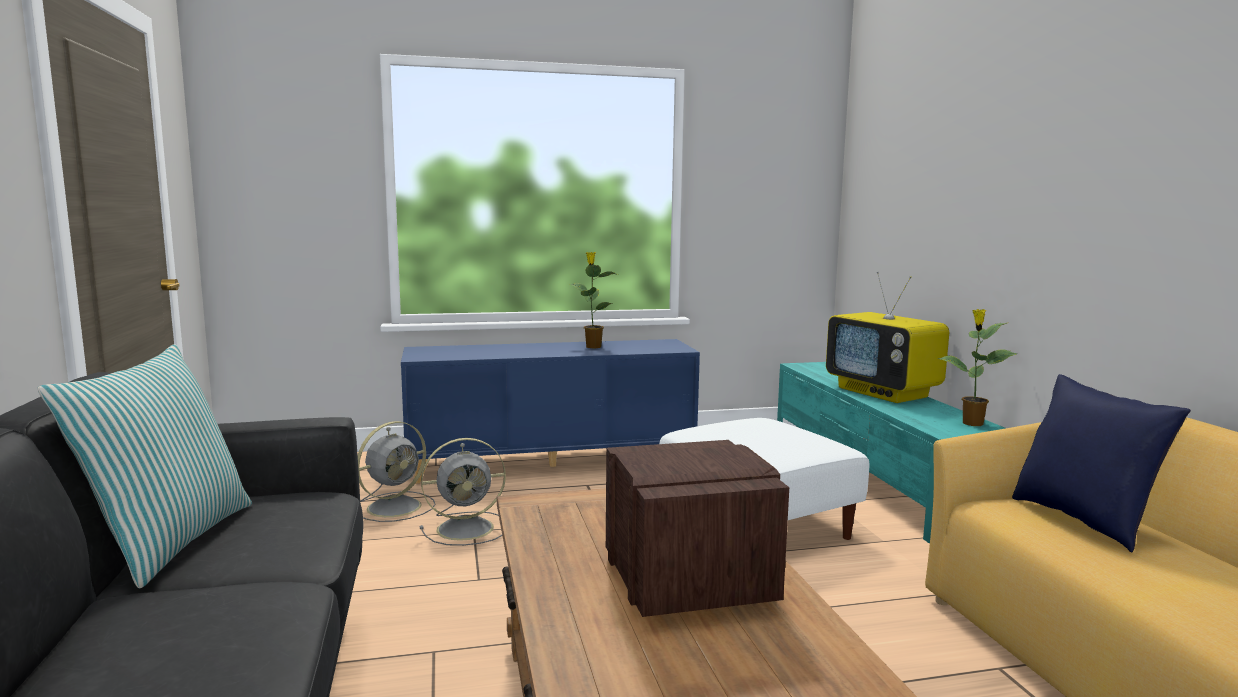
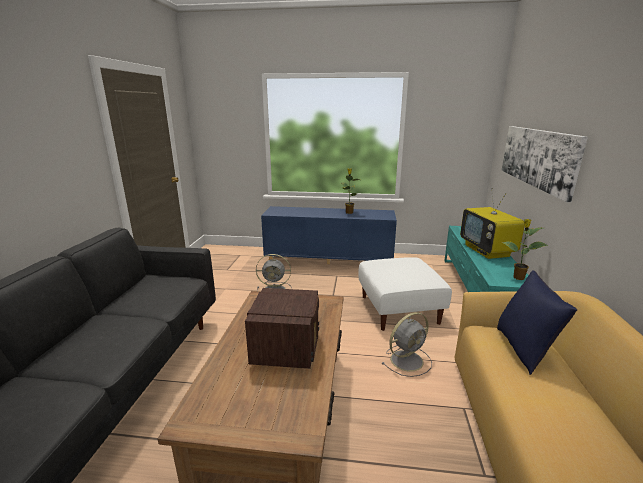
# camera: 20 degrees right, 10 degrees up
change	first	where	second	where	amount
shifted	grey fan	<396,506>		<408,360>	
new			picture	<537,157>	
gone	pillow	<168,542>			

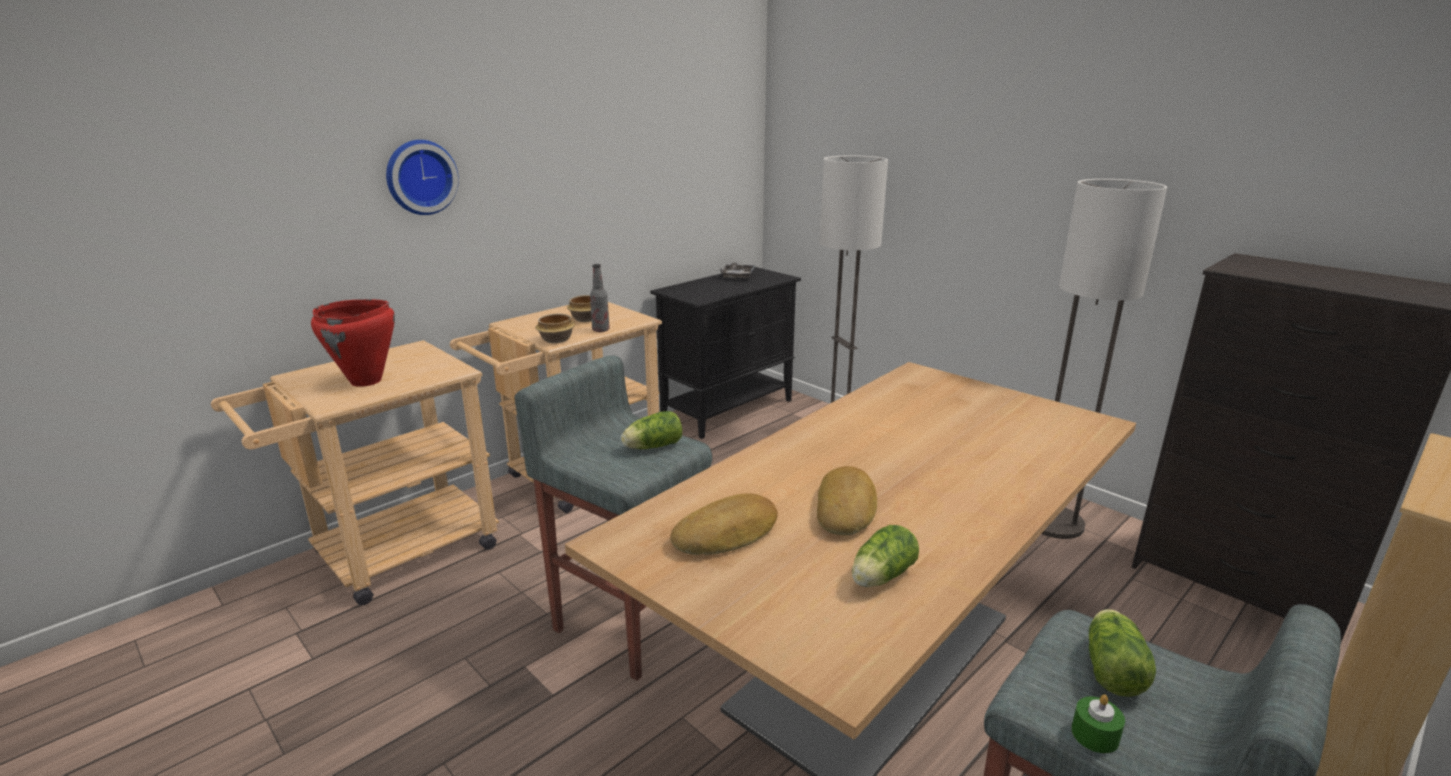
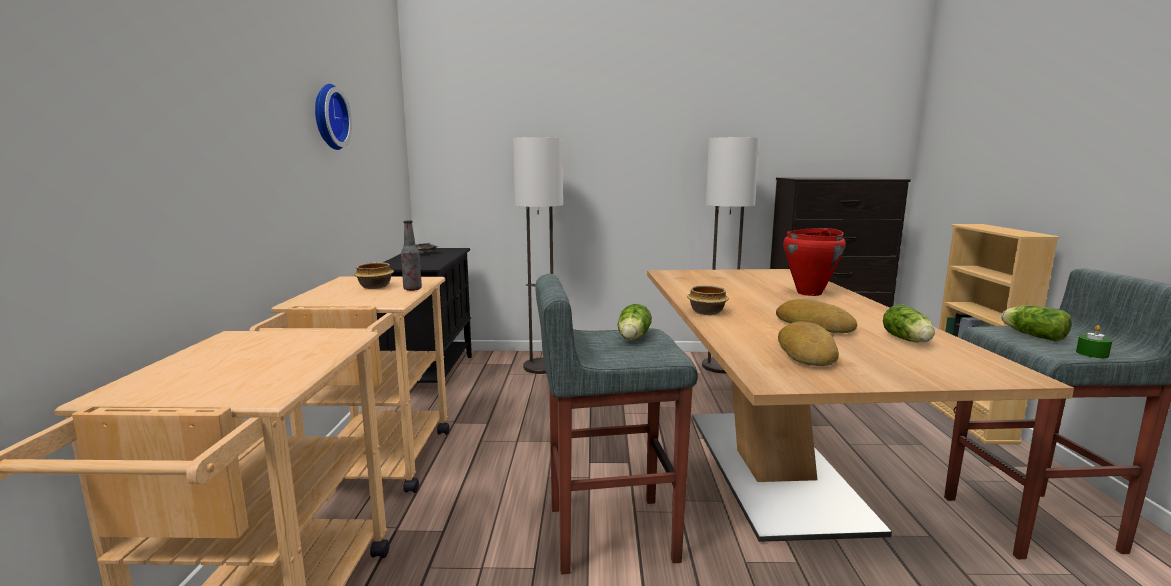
# camera: 45 degrees left, 10 degrees down
change	first	where	second	where	amount
shifted	wall clock	<420,177>		<327,117>	
shifted	bowl	<557,340>		<707,312>	
shifted	red cooking pot	<366,381>		<810,293>	

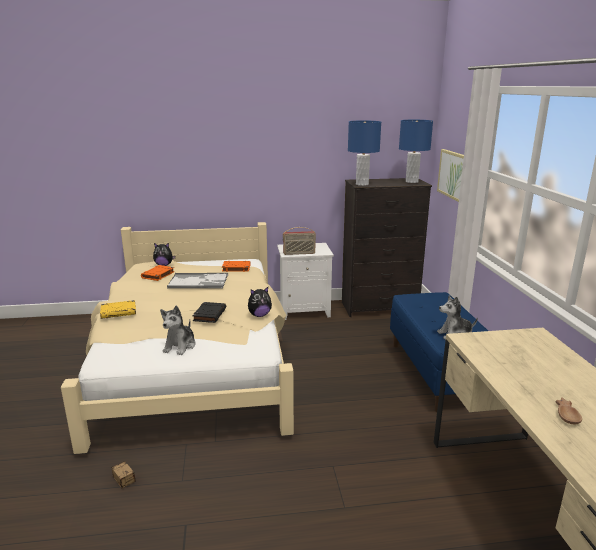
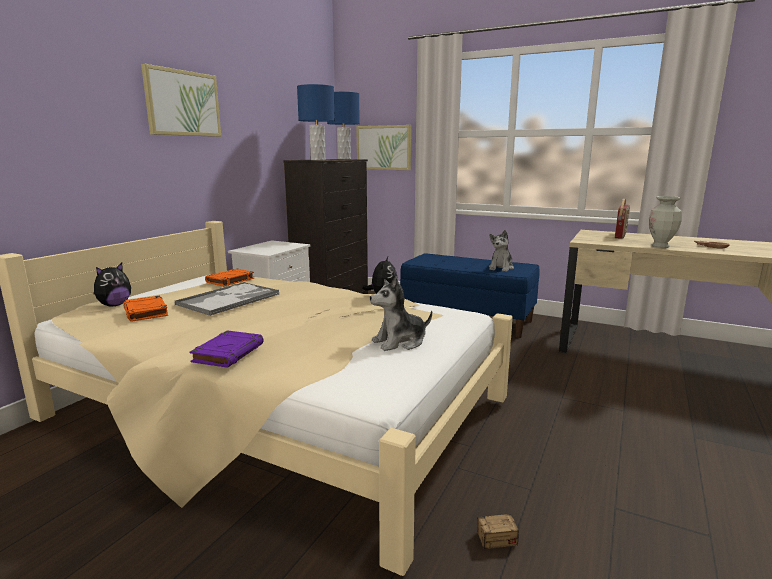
# camera: 55 degrees left, 5 degrees down
change	first	where	second	where	amount
new			picture	<183,103>	
repainted	yellow book	<119,312>	purple book	<228,353>	
rotated	plush toy	<180,346>		<400,342>	105 degrees clockwise
shifted	radio	<299,253>		<620,235>	
new			vase	<660,246>	
gone	black book	<209,314>			

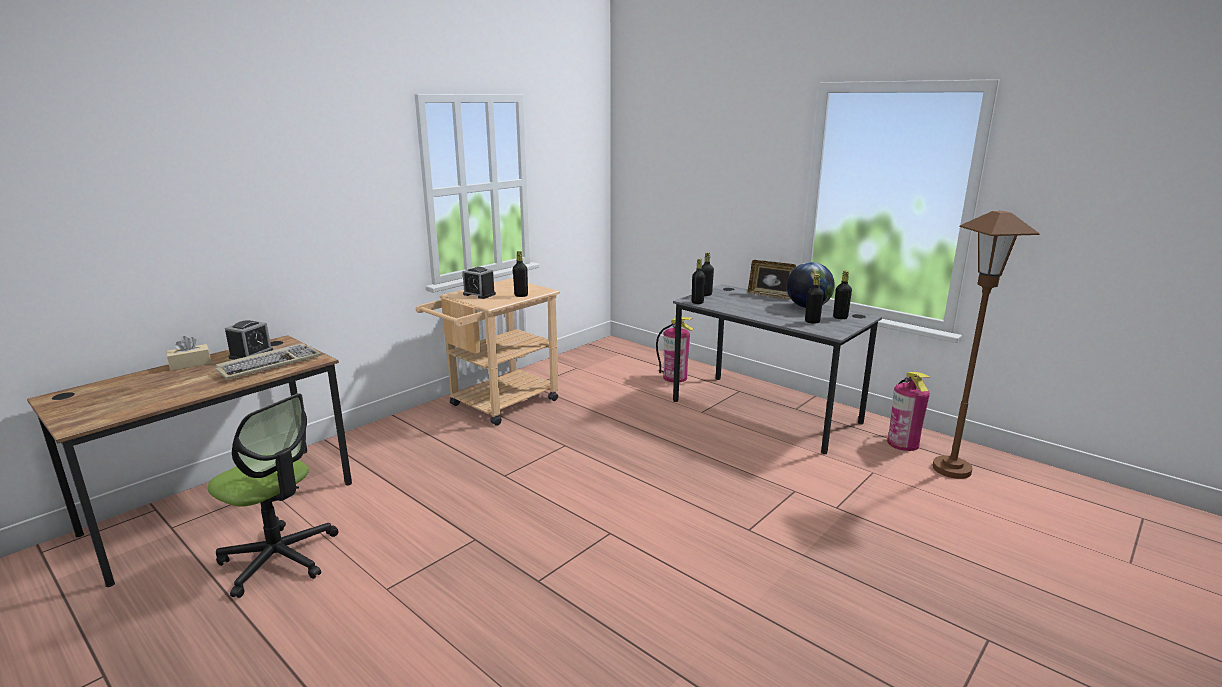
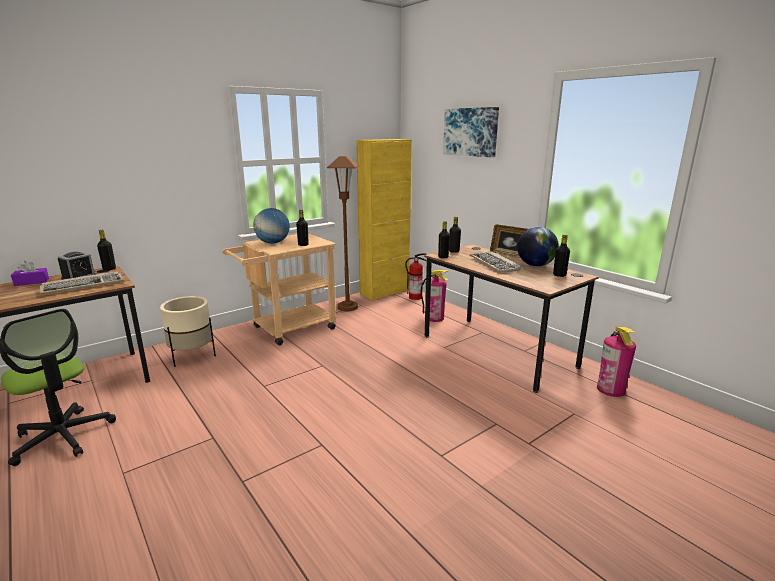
# camera: 10 degrees right, 0 degrees up
change	first	where	second	where	amount
repainted	beige tissue box	<190,364>	purple tissue box	<32,282>	
shifted	black bottle	<812,322>		<109,269>	
new			beige planter	<192,356>	
swapped	alarm clock	<479,294>	globe	<273,243>	
shifted	brown floor lamp	<951,469>		<347,307>	
new			yellow cabinet	<384,292>	
new			fire extinguisher	<415,297>	
repainted	grey desk	<765,411>	brown desk	<497,351>	
new			picture	<470,132>	
new			keyboard	<494,264>	

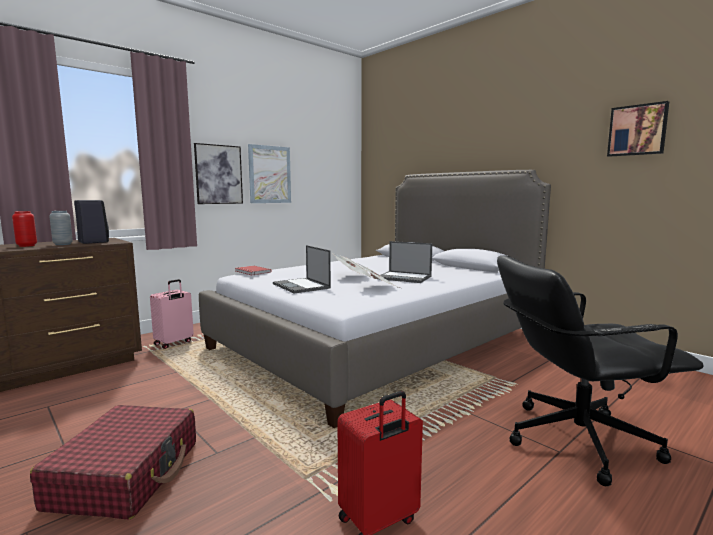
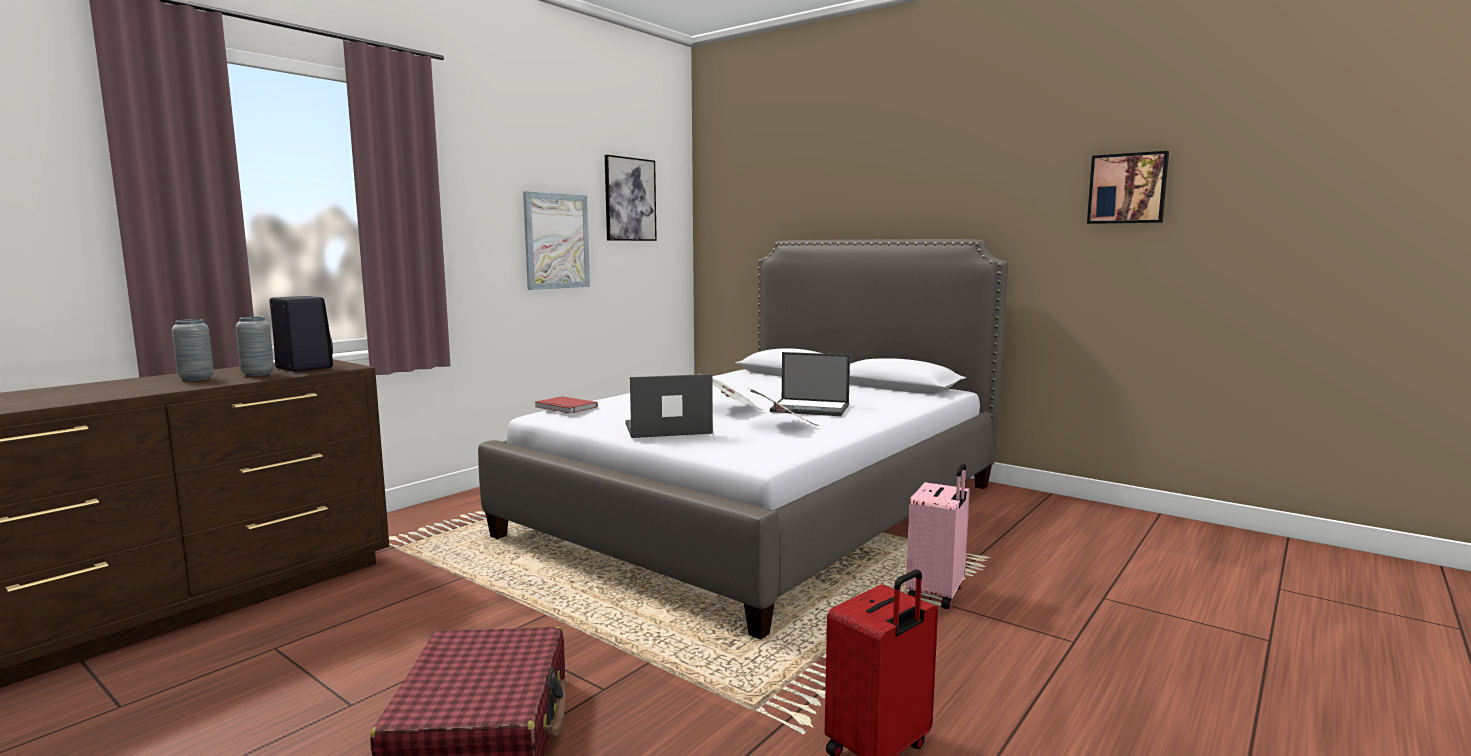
# camera: 10 degrees left, 0 degrees up
change	first	where	second	where	amount
repainted	red vase	<27,245>	grey vase	<196,379>	
shifted	picture	<218,174>		<630,199>	
rotated	laptop	<301,286>		<666,429>	120 degrees clockwise
shifted	pink suitcase	<174,343>		<937,594>	
gone	black office chair	<576,439>			

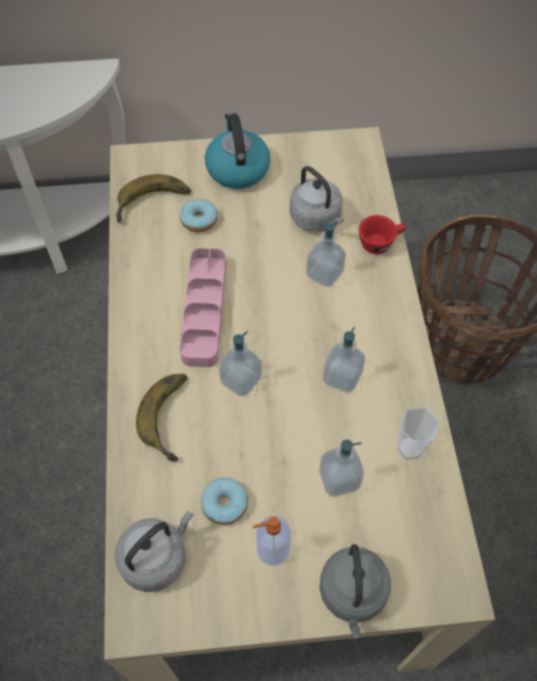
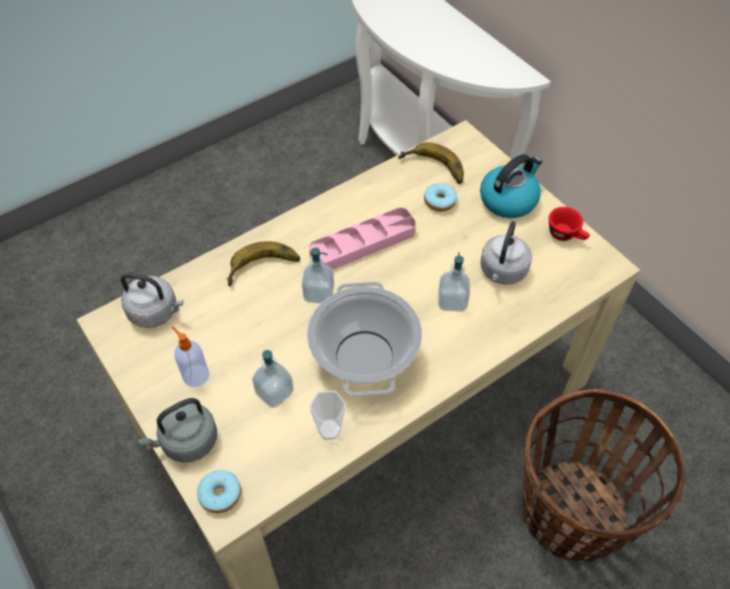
# camera: 60 degrees right, 5 degrees down
change	first	where	second	where	amount
shifted	donut	<224,504>		<220,494>	
swapped	soap dispenser	<342,377>	cooking pot	<364,355>	
shifted	red cup	<380,242>		<566,235>	

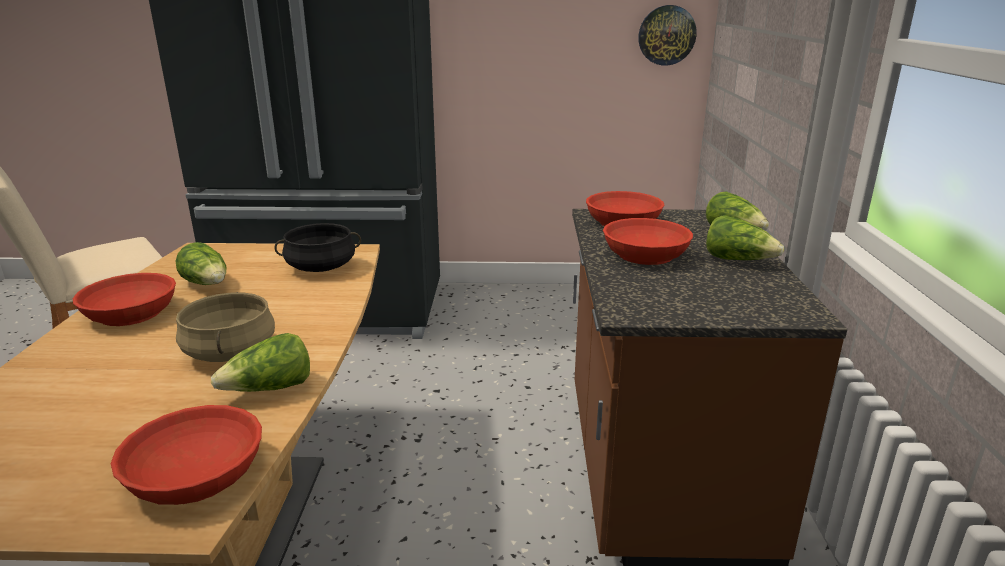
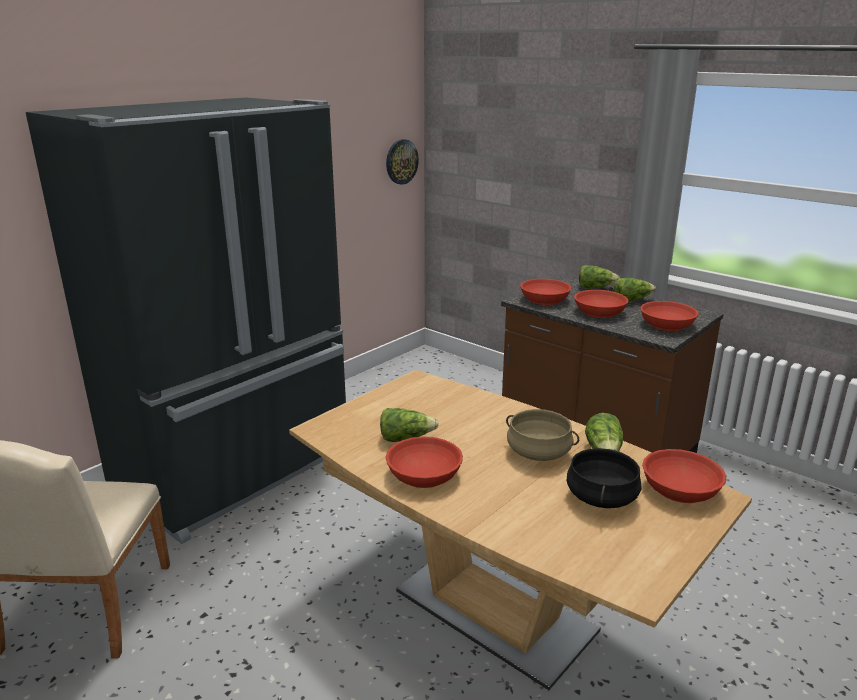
# camera: 50 degrees left, 0 degrees up
change	first	where	second	where	amount
shifted	black cooking pot	<321,267>		<602,497>	
new			red bowl	<666,324>	

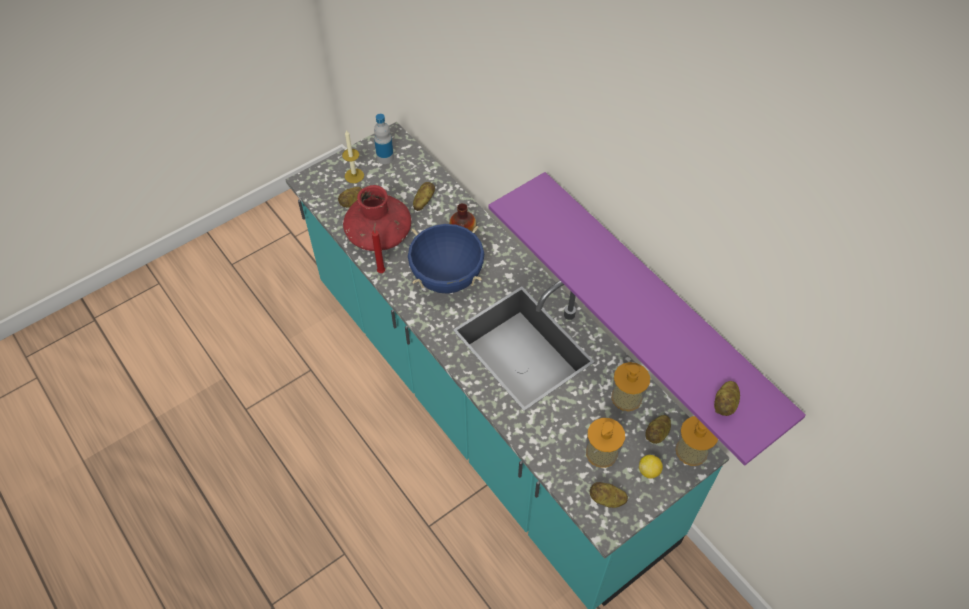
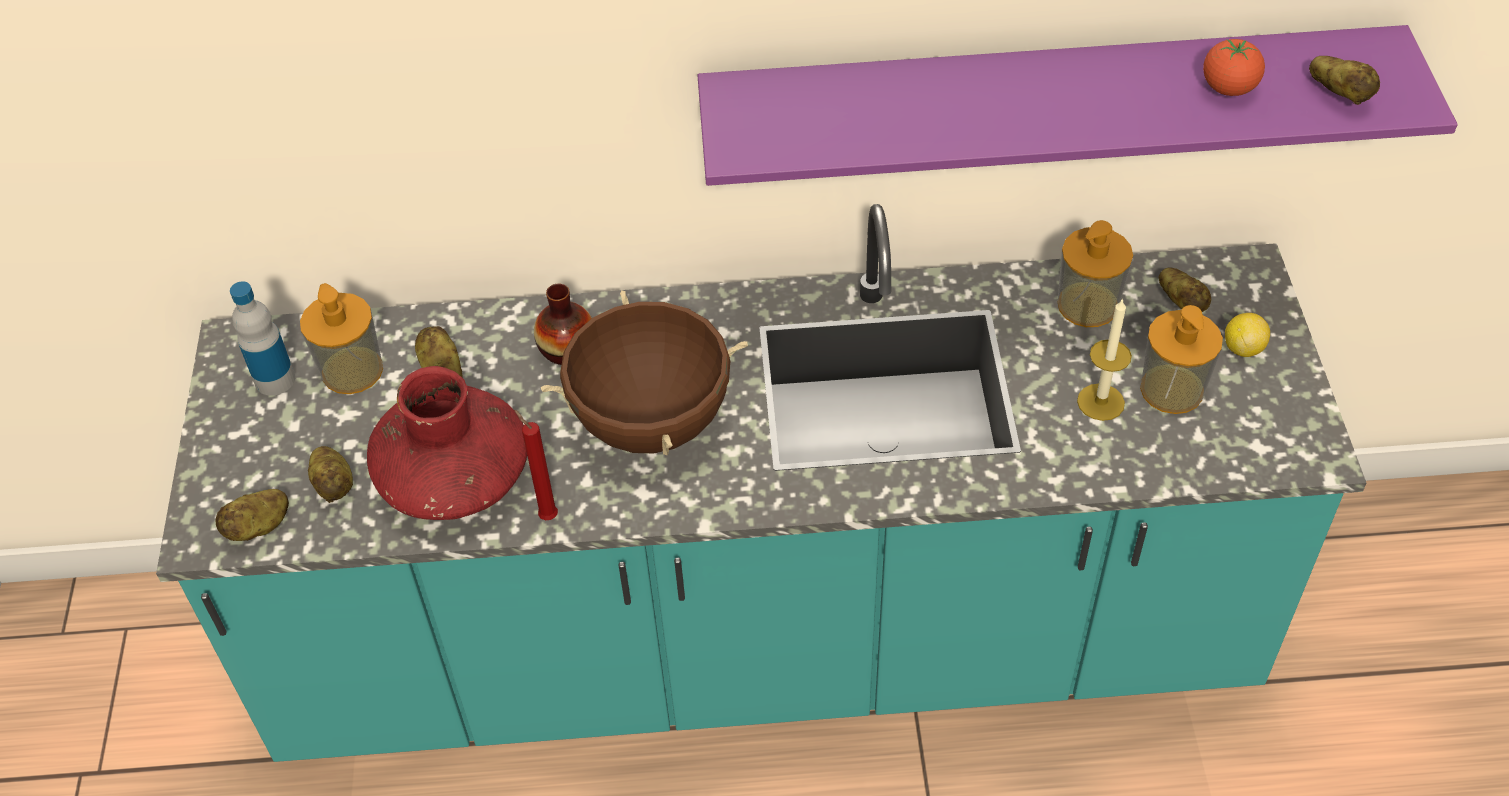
# camera: 55 degrees left, 5 degrees down
change	first	where	second	where	amount
shifted	potato	<607,499>		<259,527>	
shifted	soap dispenser	<691,451>		<352,370>	
repainted	blue cooking pot	<447,278>	brown cooking pot	<652,422>	
shifted	candle	<354,175>		<1100,402>	
new			tomato	<1228,88>	

